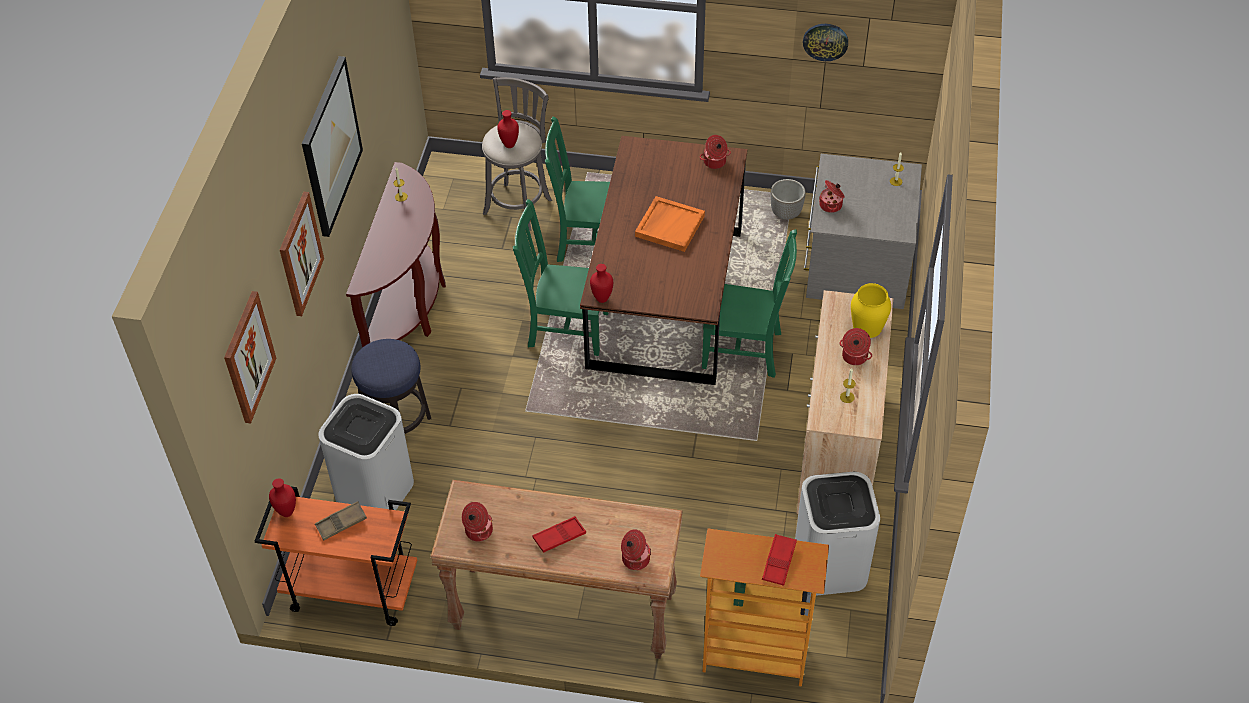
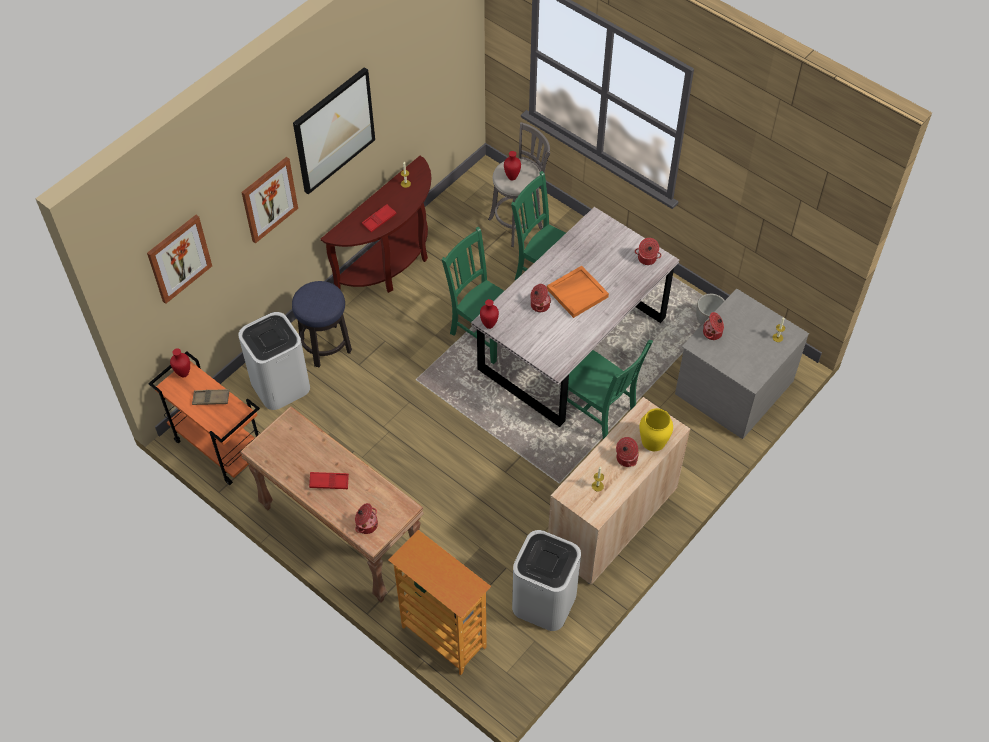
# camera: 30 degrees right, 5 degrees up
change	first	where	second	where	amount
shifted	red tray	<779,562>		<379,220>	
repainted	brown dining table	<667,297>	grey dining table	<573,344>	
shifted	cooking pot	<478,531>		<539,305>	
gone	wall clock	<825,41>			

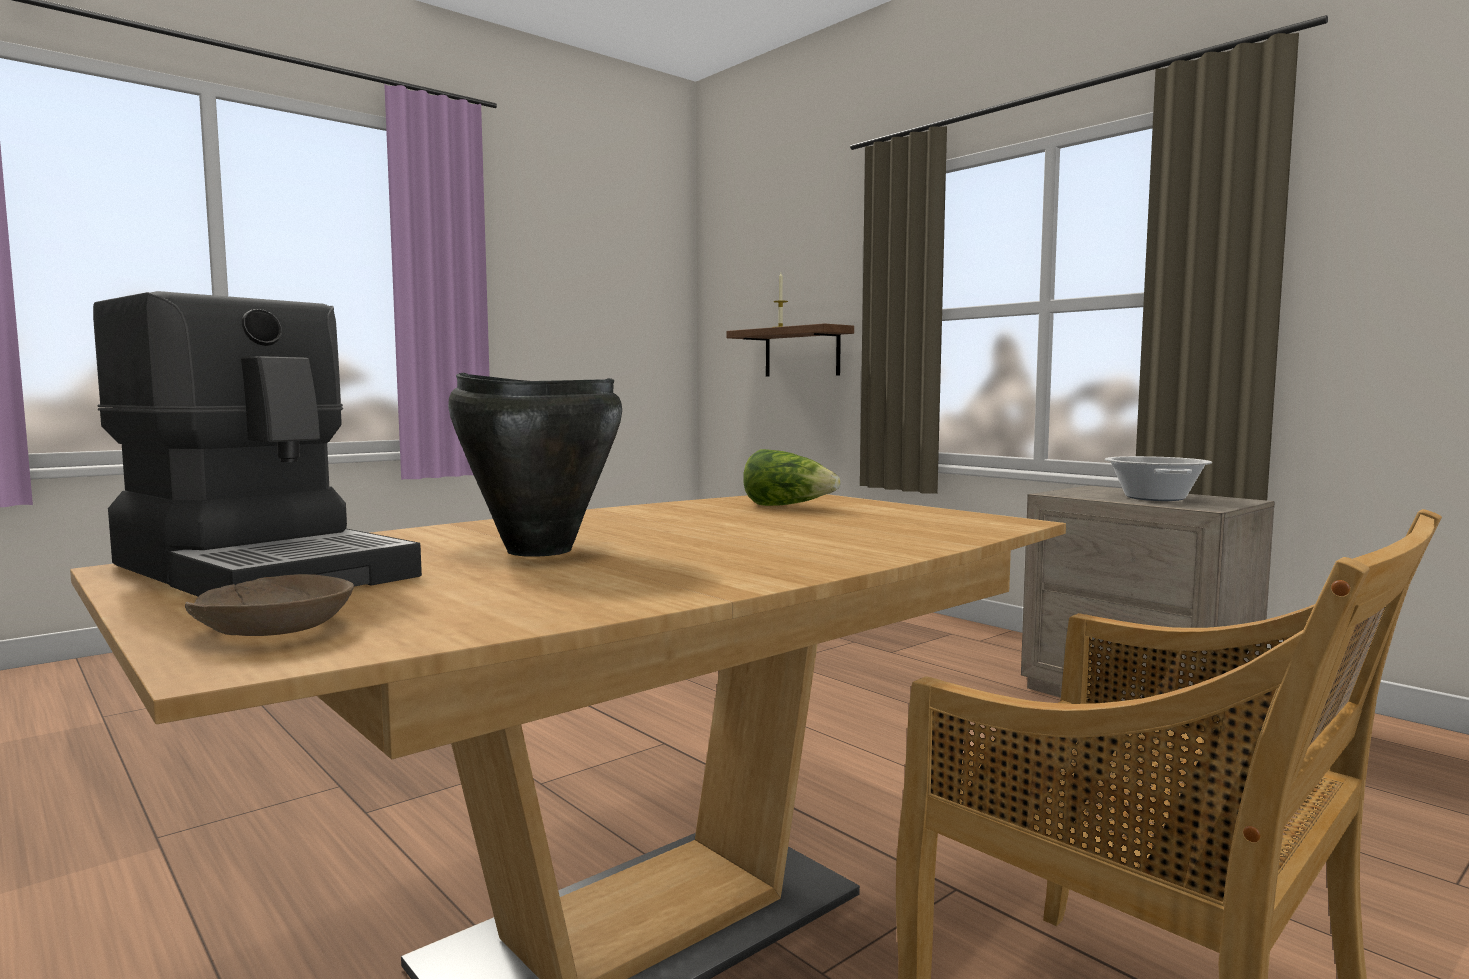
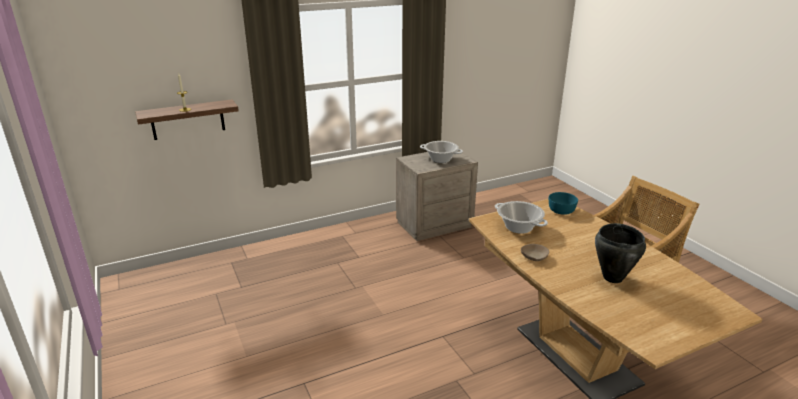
# camera: 75 degrees left, 20 degrees up
change	first	where	second	where	amount
swapped	lettuce	<788,506>	cooking pot	<518,227>	
shifted	beige bowl	<274,630>		<534,257>	
new			turquoise bowl	<562,210>	
gone	coffee machine	<265,569>			

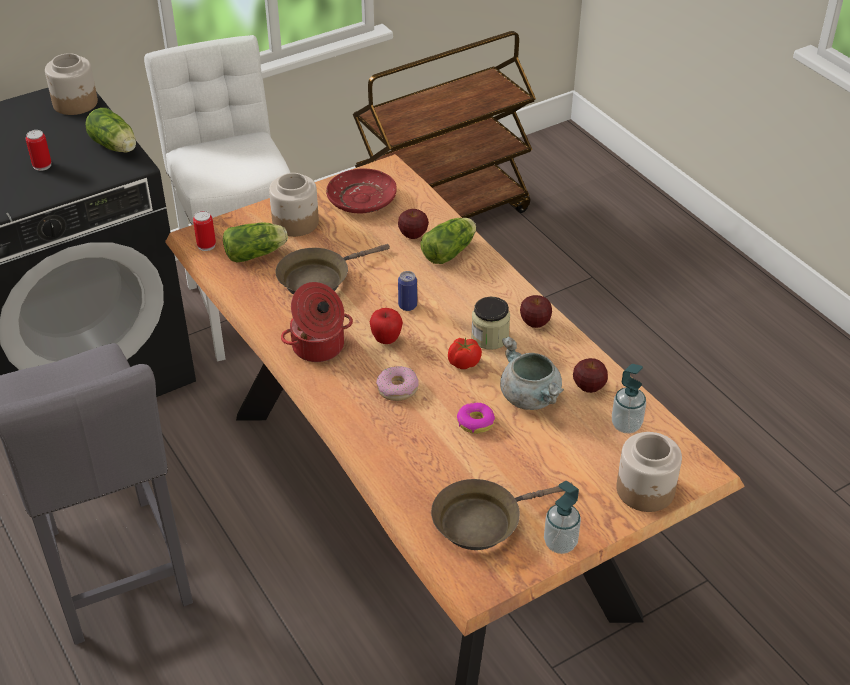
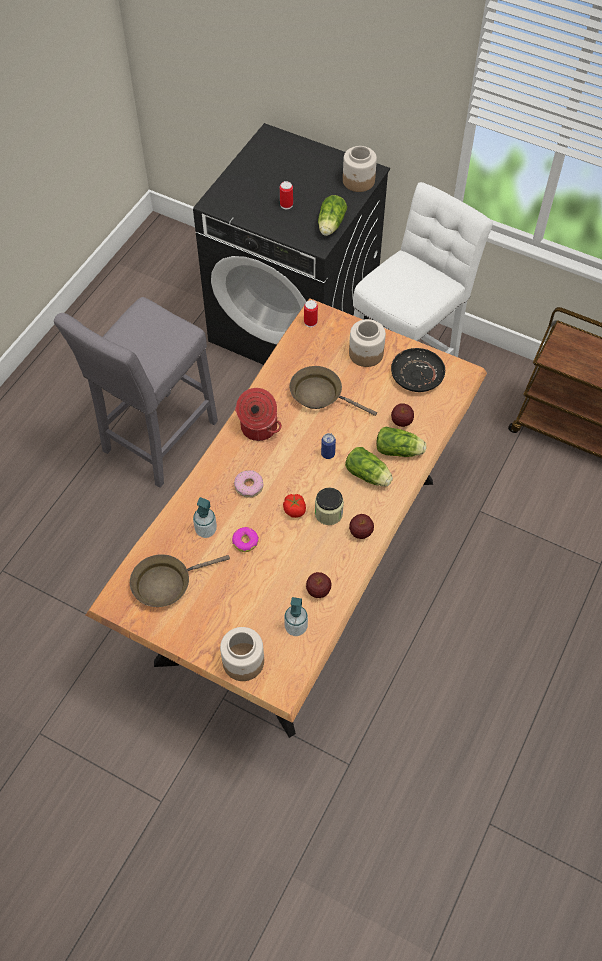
# camera: 60 degrees right, 15 degrees up
change	first	where	second	where	amount
rotated	brown frying pan	<482,520>		<166,583>	60 degrees counterclockwise
shifted	soap dispenser	<560,543>		<206,530>	
shifted	lettuce	<257,253>		<369,476>	
repainted	red plate	<362,200>	black plate	<417,375>	
gone	apple	<386,339>			
gone	grey cooking pot	<531,397>			

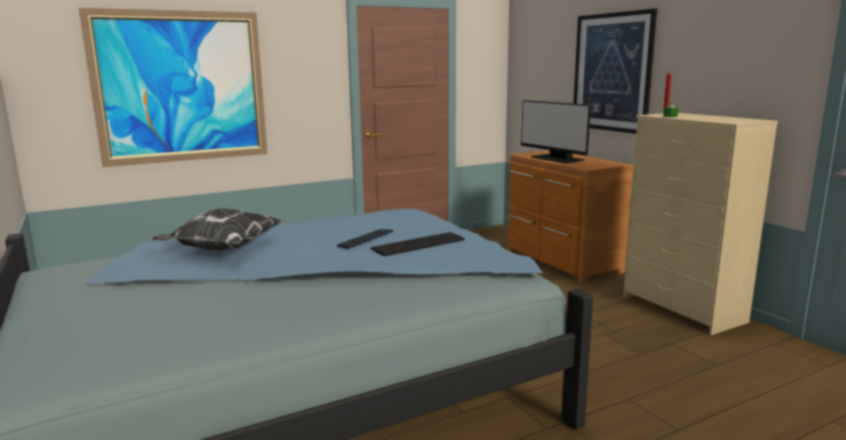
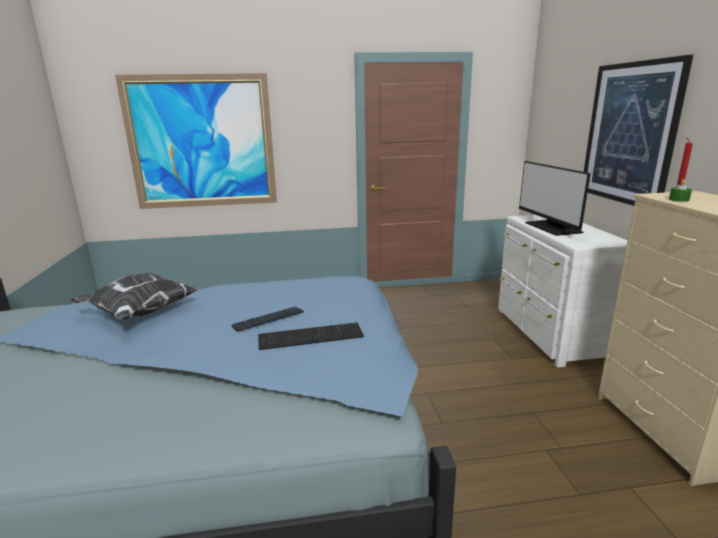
# camera: 20 degrees right, 5 degrees up
change	first	where	second	where	amount
repainted	brown dresser	<561,261>	white dresser	<548,334>	

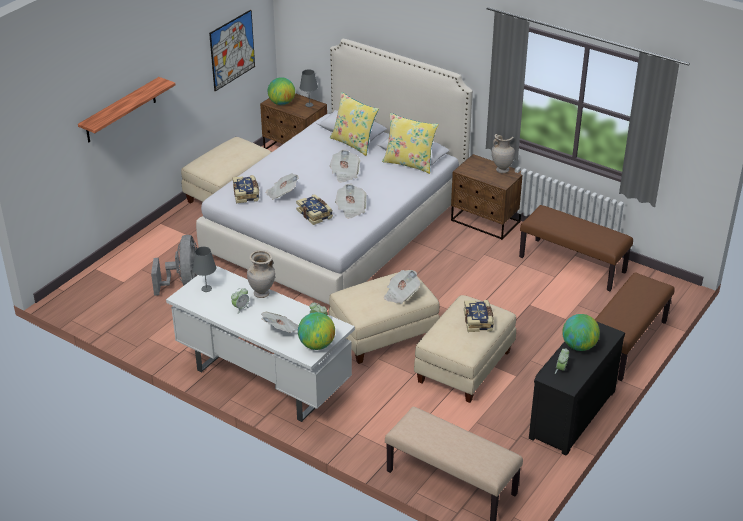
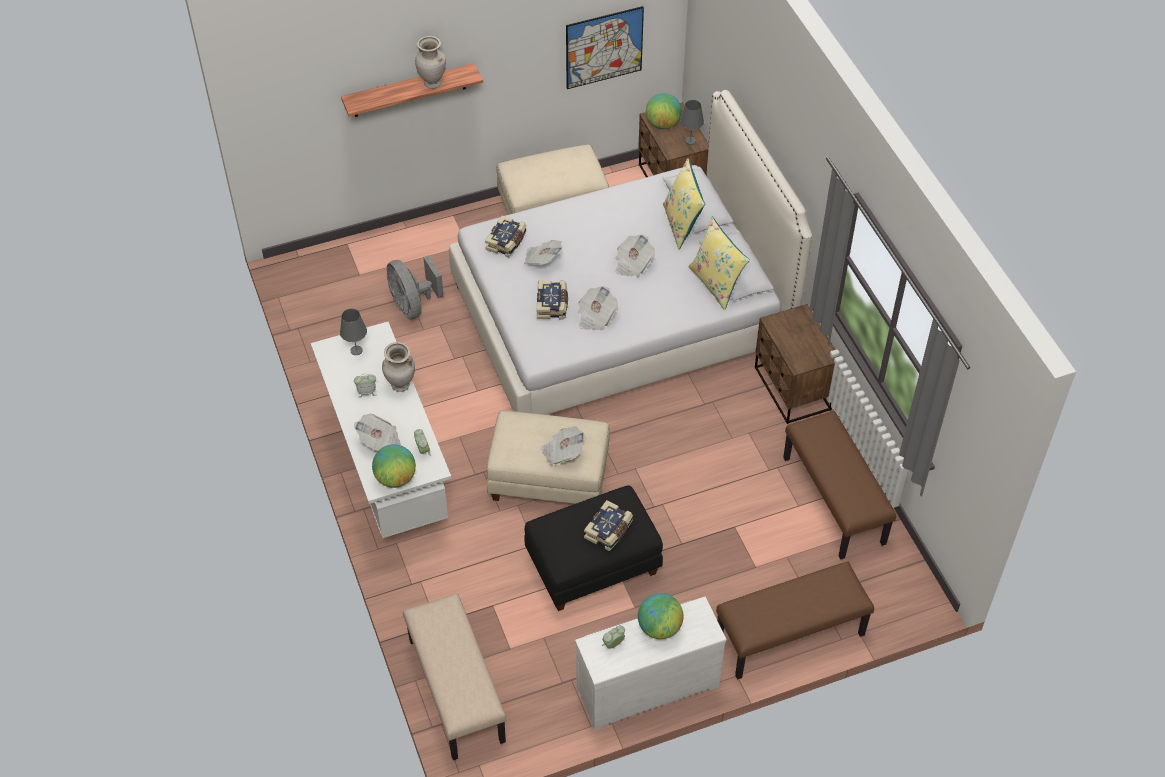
# camera: 35 degrees right, 15 degrees up
change	first	where	second	where	amount
rotated	grey fan	<183,283>		<413,305>	120 degrees clockwise
shifted	beige vase	<502,170>		<432,83>	
repainted	beige ottoman	<464,366>	black ottoman	<593,564>	
repainted	black dresser	<570,413>	white dresser	<646,684>	

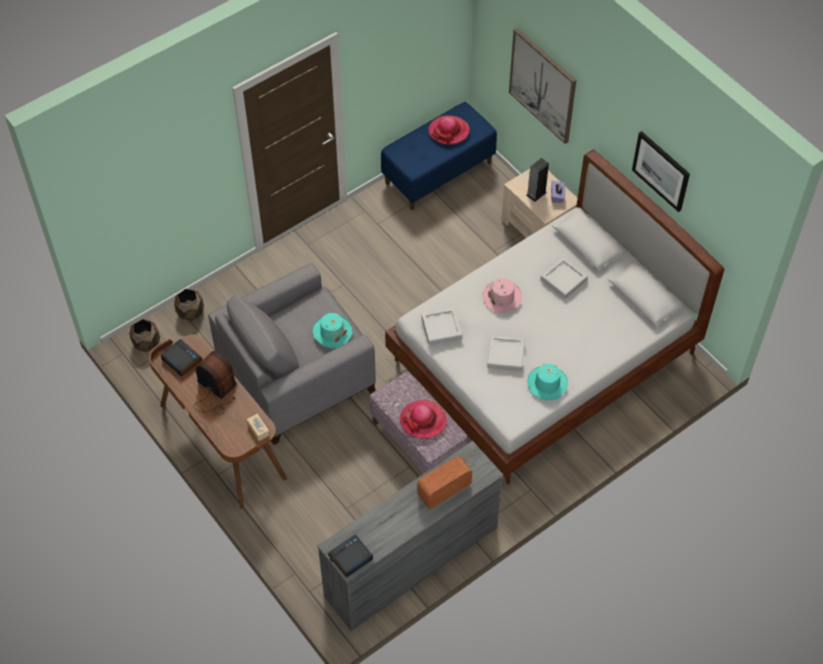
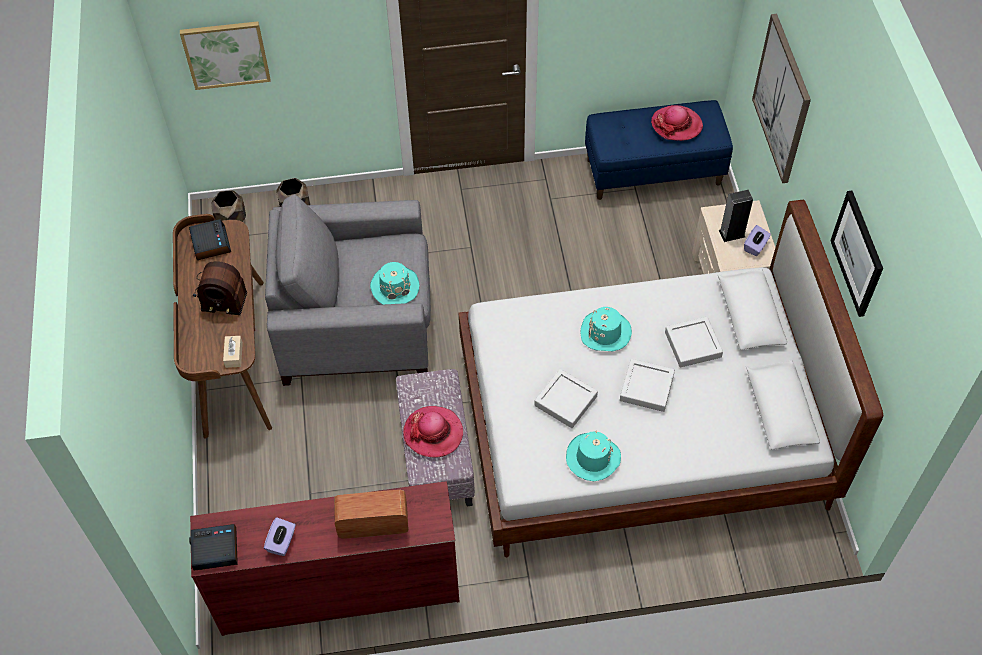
# camera: 30 degrees right, 0 degrees up
change	first	where	second	where	amount
new			picture	<226,54>	
repainted	grey dresser	<410,562>	red dresser	<338,590>	
rotated	radio	<216,392>		<220,293>	120 degrees clockwise
new			purple tissue box	<282,542>	
repainted	pink hat	<502,298>	turquoise hat	<605,332>	
shifted	grey tray	<441,328>		<646,388>	

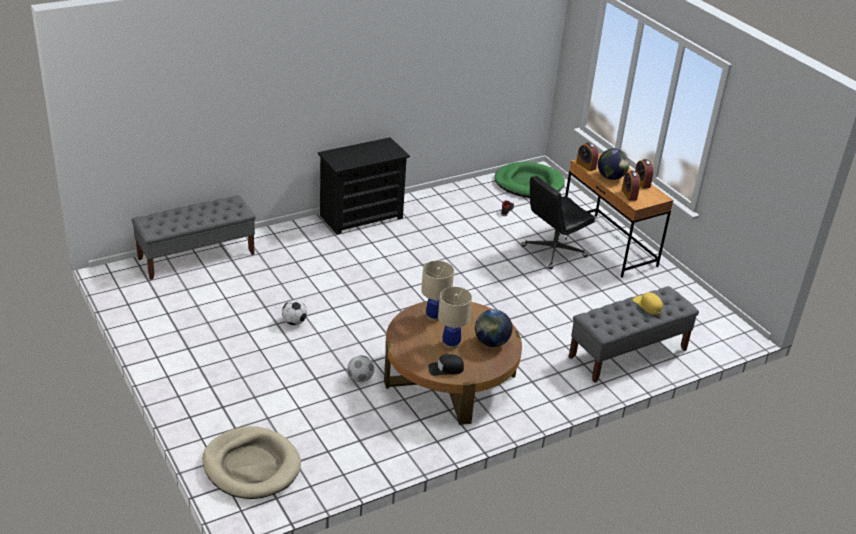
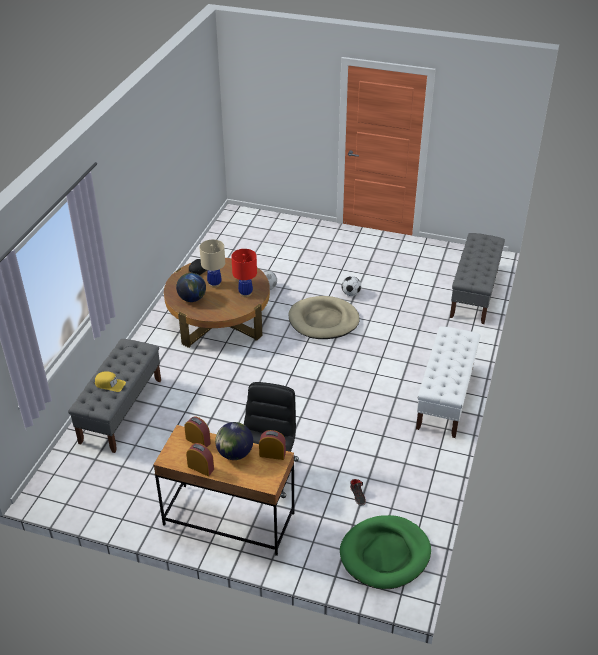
# camera: 140 degrees right, 5 degrees up
change	first	where	second	where	amount
repainted	beige table lamp	<434,316>	red table lamp	<245,293>	
shifted	beige dog bed	<251,466>		<323,321>	
swapped	black dresser	<362,216>	white bench	<445,397>	

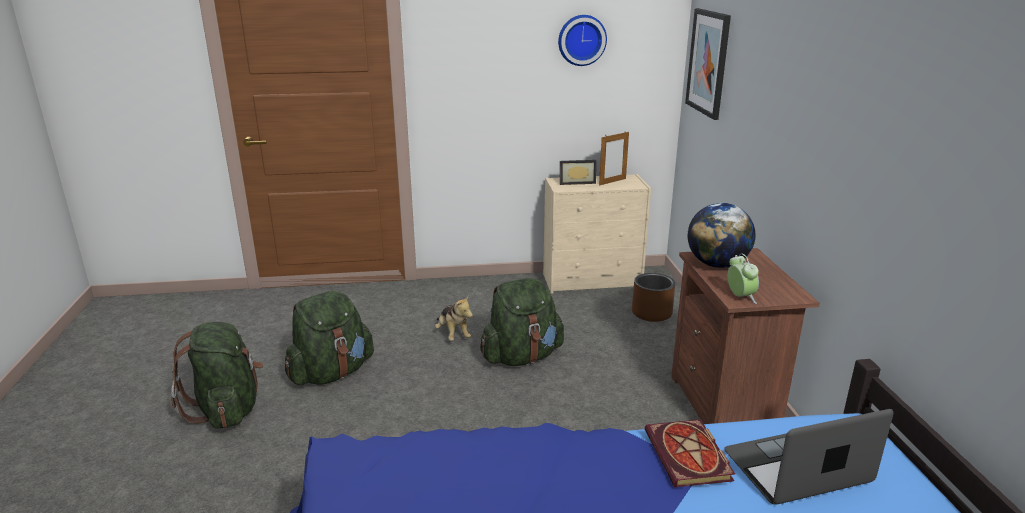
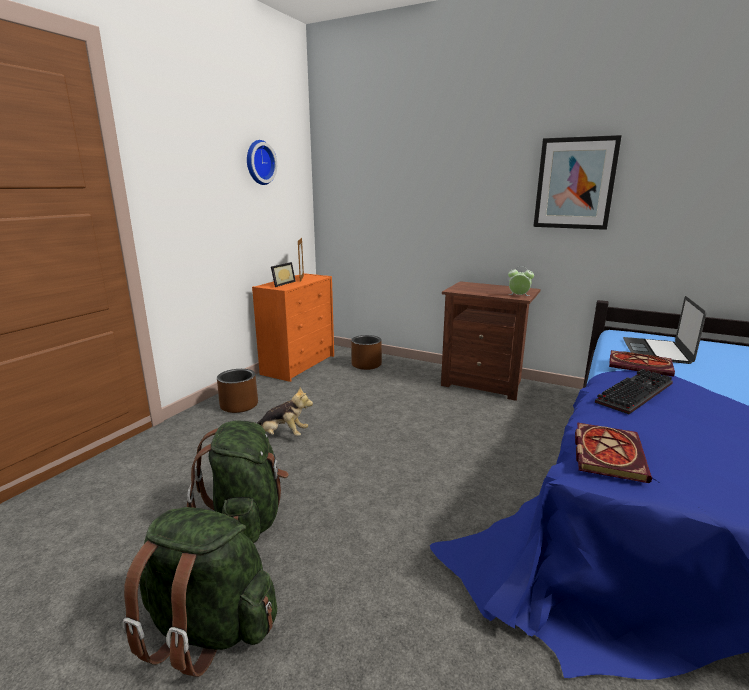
# camera: 55 degrees left, 5 degrees down
change	first	where	second	where	amount
new			brown planter	<239,405>	
repainted	beige dresser	<593,281>	orange dresser	<299,364>	
shifted	picture	<708,62>		<575,183>	
new			book	<606,453>	
new			keyboard	<633,392>	
gone	green backpack	<522,357>			
gone	globe	<717,264>			

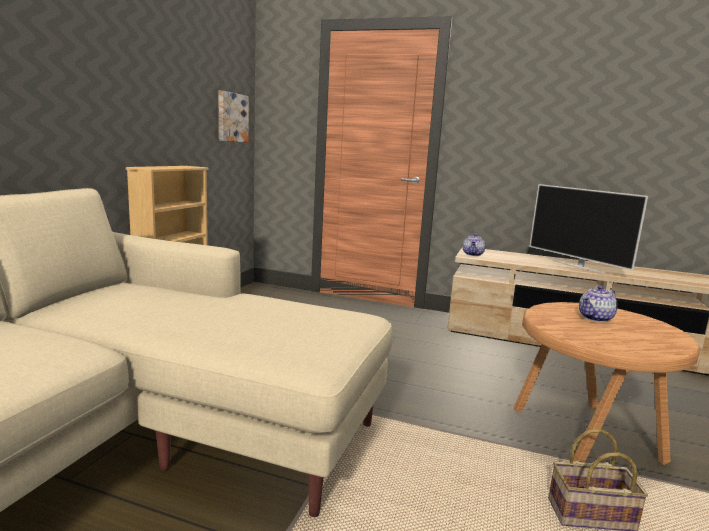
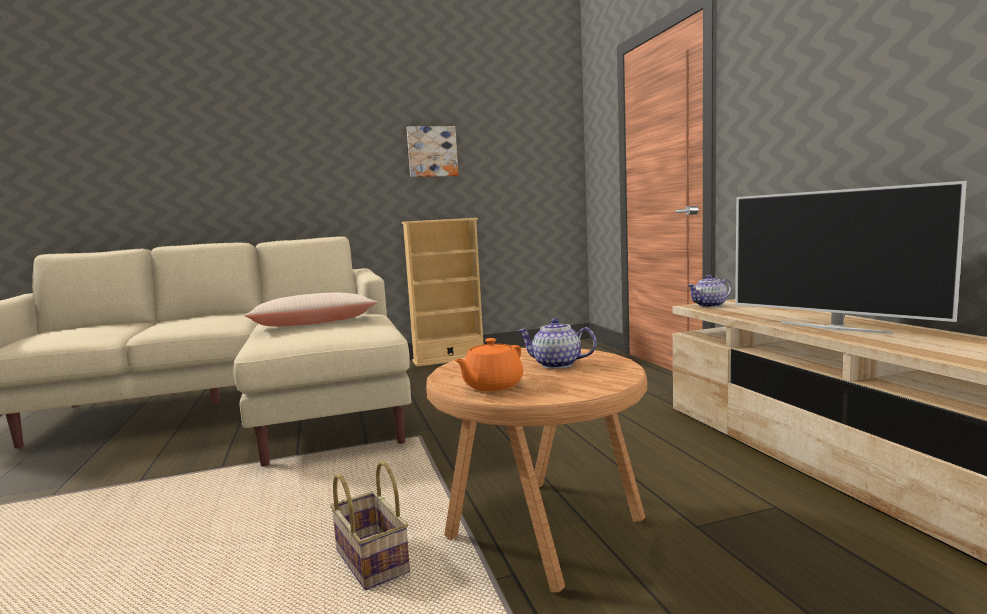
# camera: 55 degrees right, 5 degrees down
change	first	where	second	where	amount
new			beige pillow	<313,324>	
shifted	picture	<231,117>		<432,152>	
new			orange teapot	<491,386>	
rotated	television	<577,266>		<834,327>	60 degrees counterclockwise

